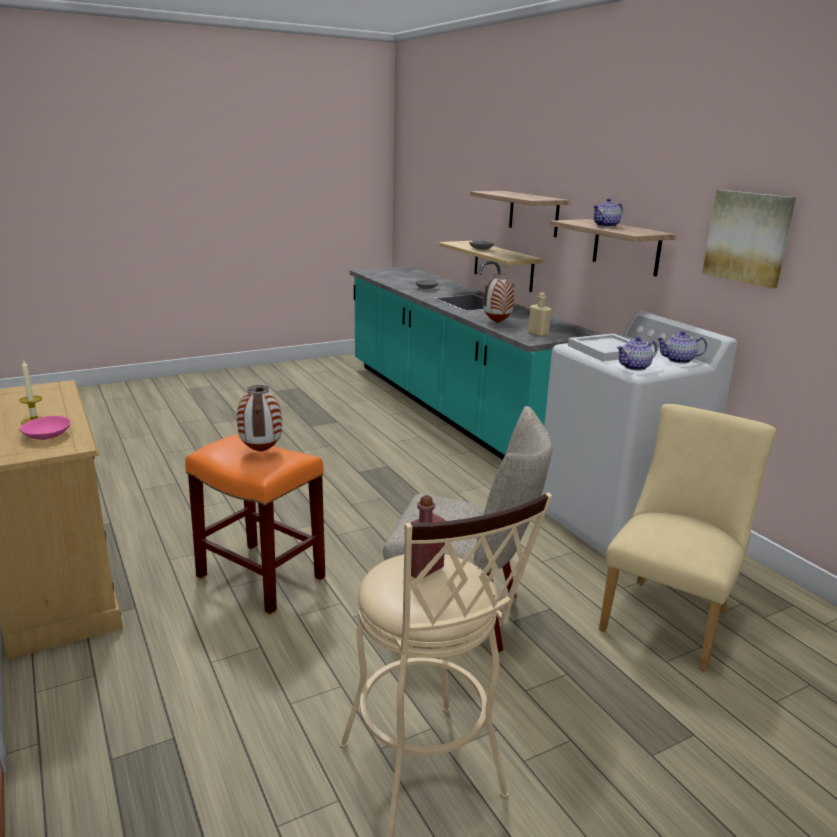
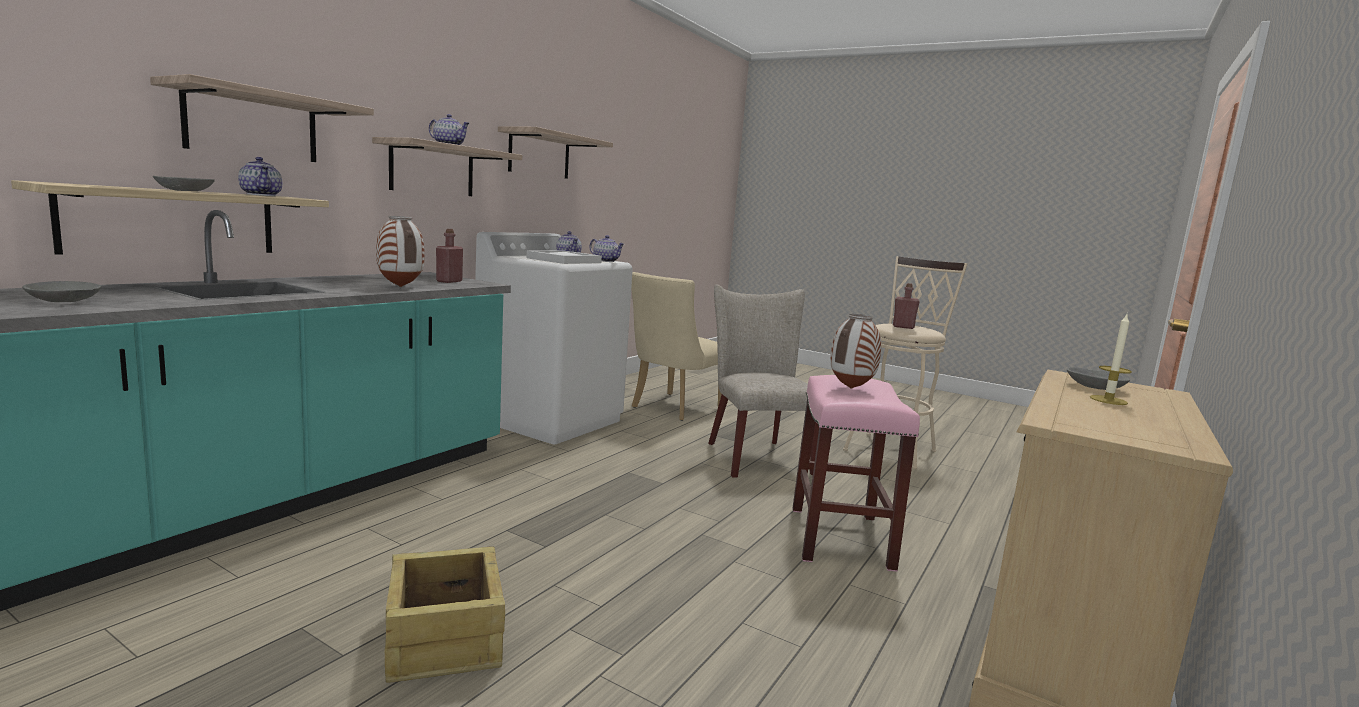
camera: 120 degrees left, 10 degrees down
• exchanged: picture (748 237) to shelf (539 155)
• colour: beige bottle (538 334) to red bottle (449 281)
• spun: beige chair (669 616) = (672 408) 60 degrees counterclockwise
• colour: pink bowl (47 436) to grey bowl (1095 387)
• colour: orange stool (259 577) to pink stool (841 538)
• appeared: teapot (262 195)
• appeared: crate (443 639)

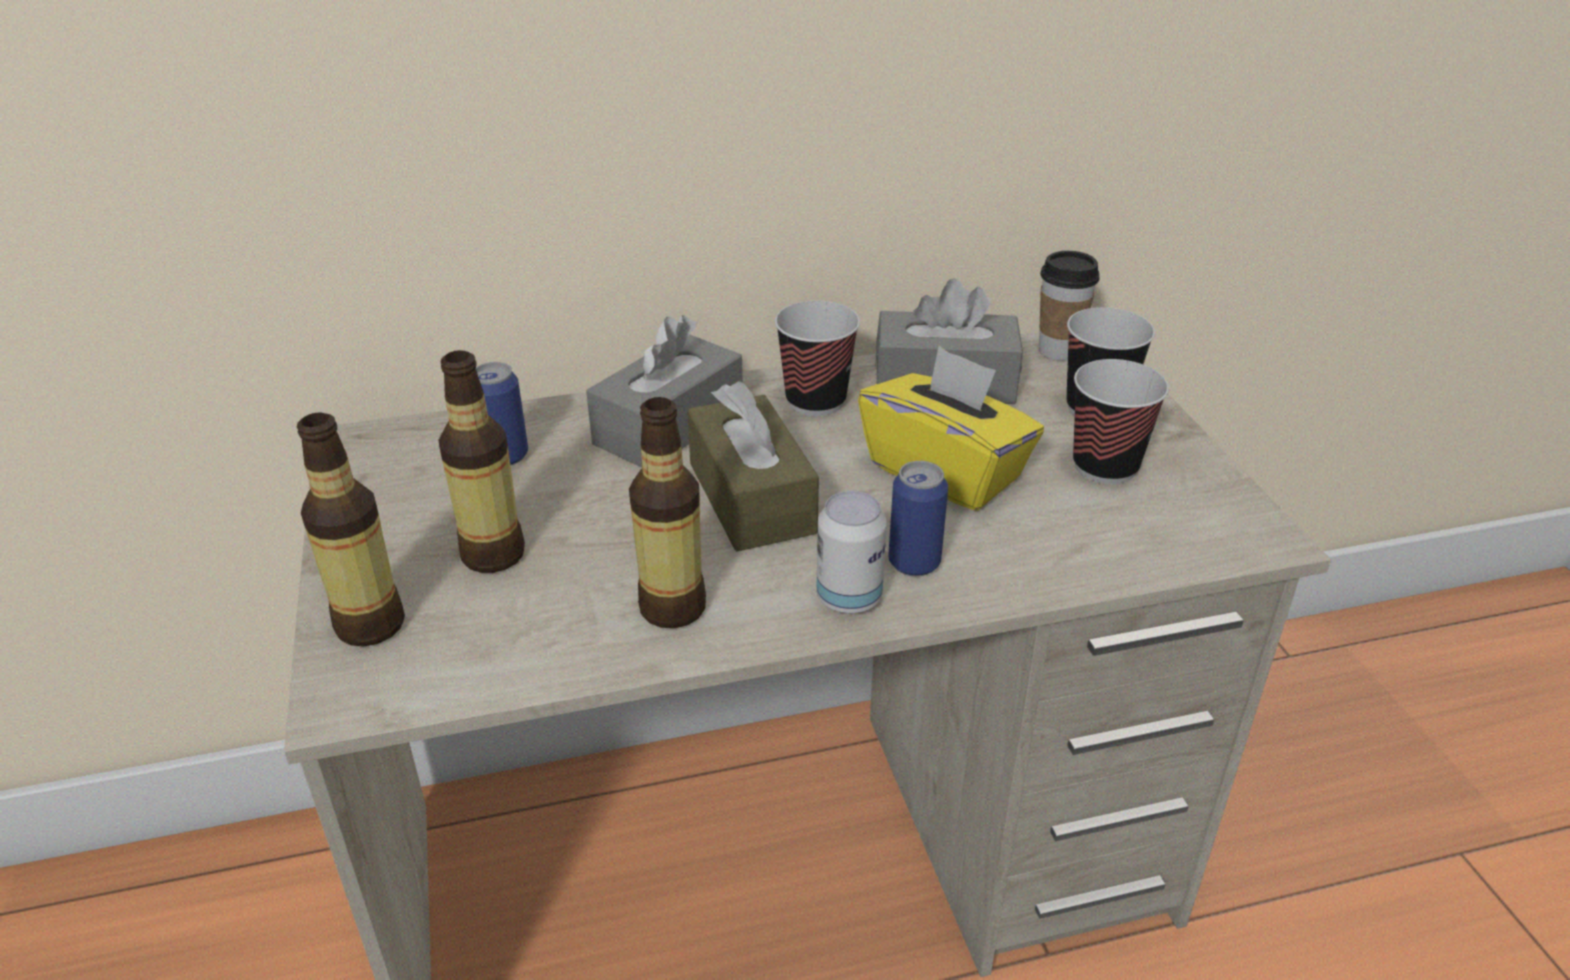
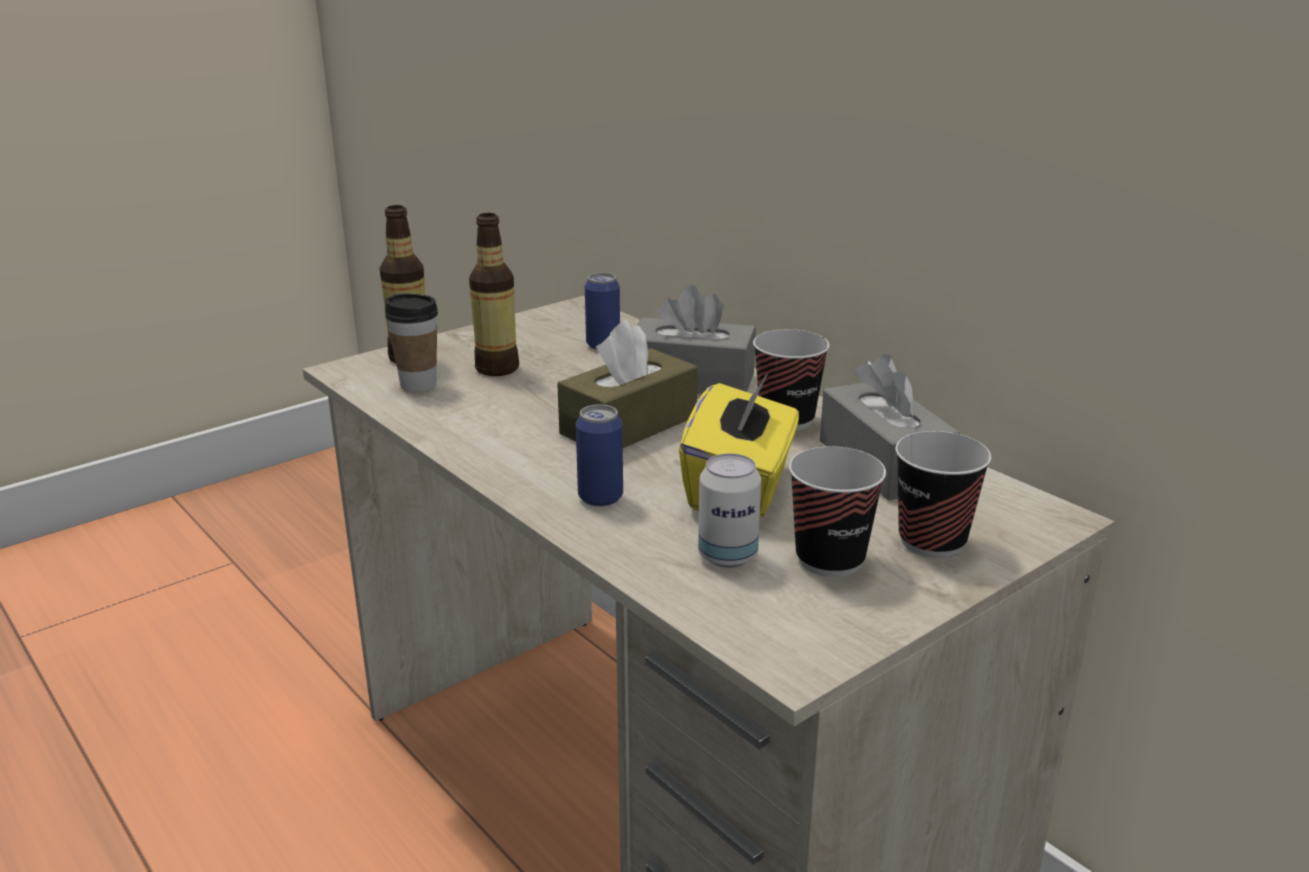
camera: 65 degrees right, 10 degrees down
• relocated: cup (1058 351) to (418 385)
• missing: bottle (672 608)
• relocated: can (849 598) to (727 556)

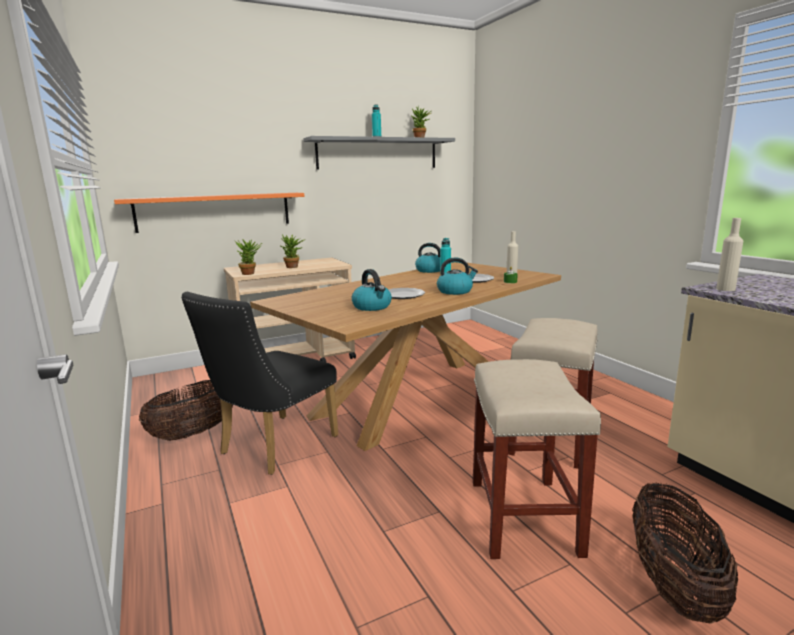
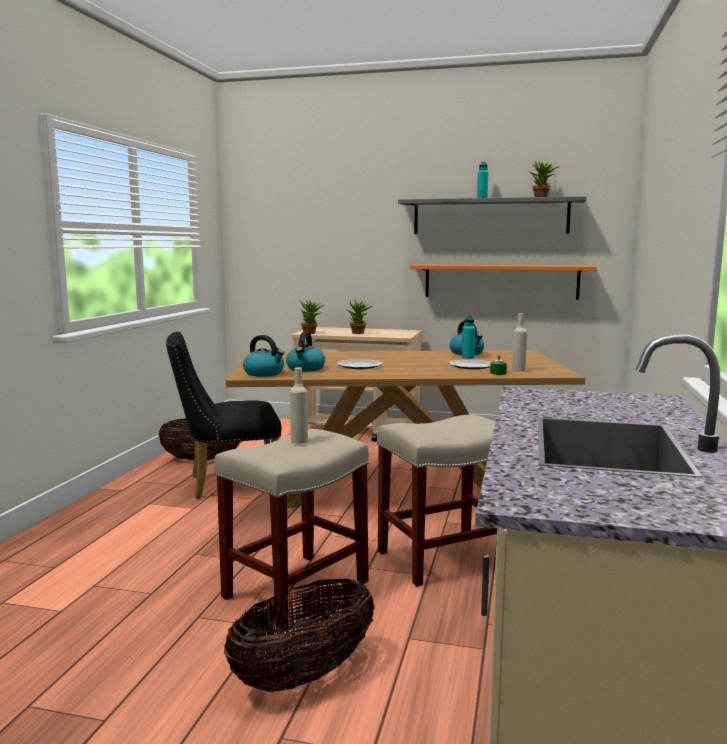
camera: 40 degrees right, 5 degrees down
• relocated: orange shelf (214 211) to (500 281)
• relocated: beige bottle (725 289) to (299 441)
• relocated: kettle (455 291) to (264 373)

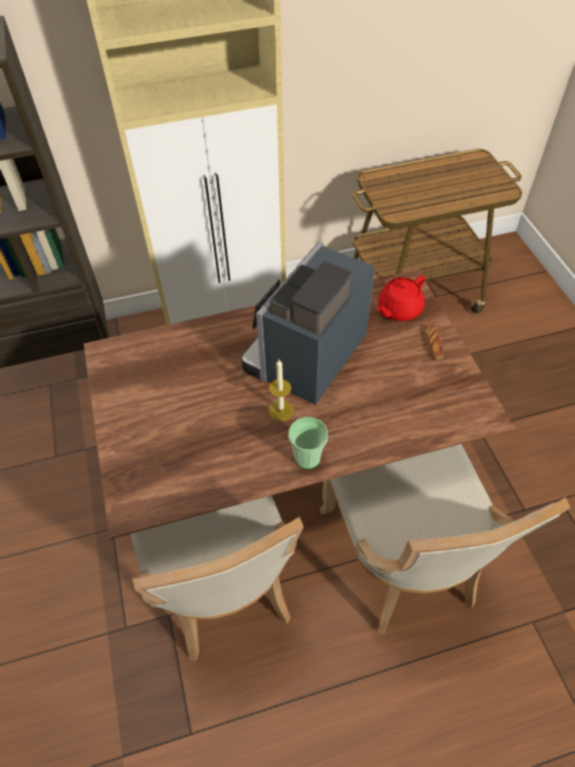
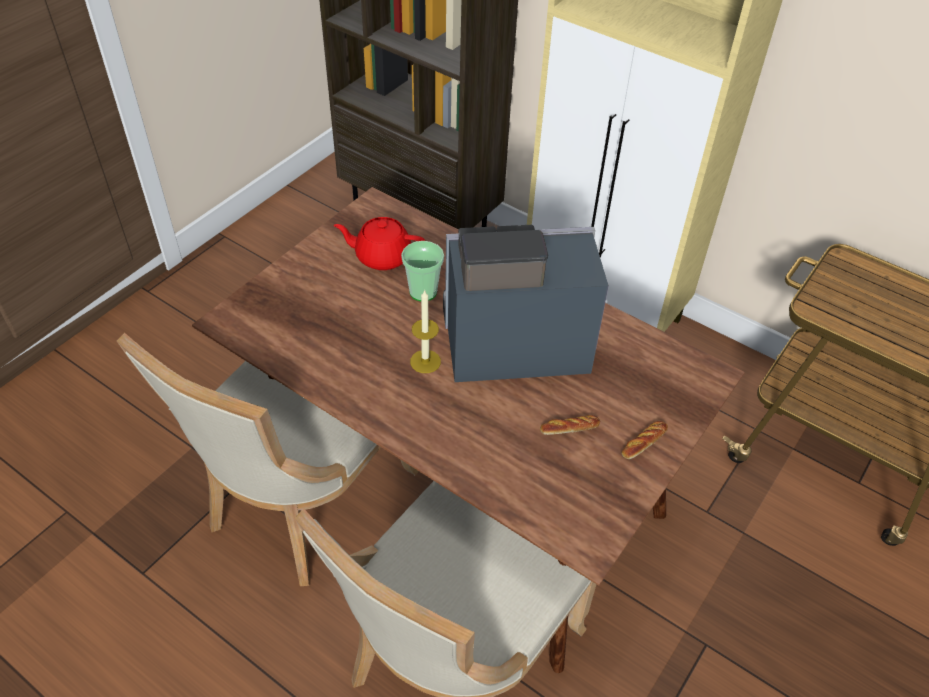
camera: 50 degrees right, 5 degrees down
• relocated: red teapot (398 309) to (382 256)
• relocated: cup (307 458) to (423 292)
• appeared: bread (569 428)

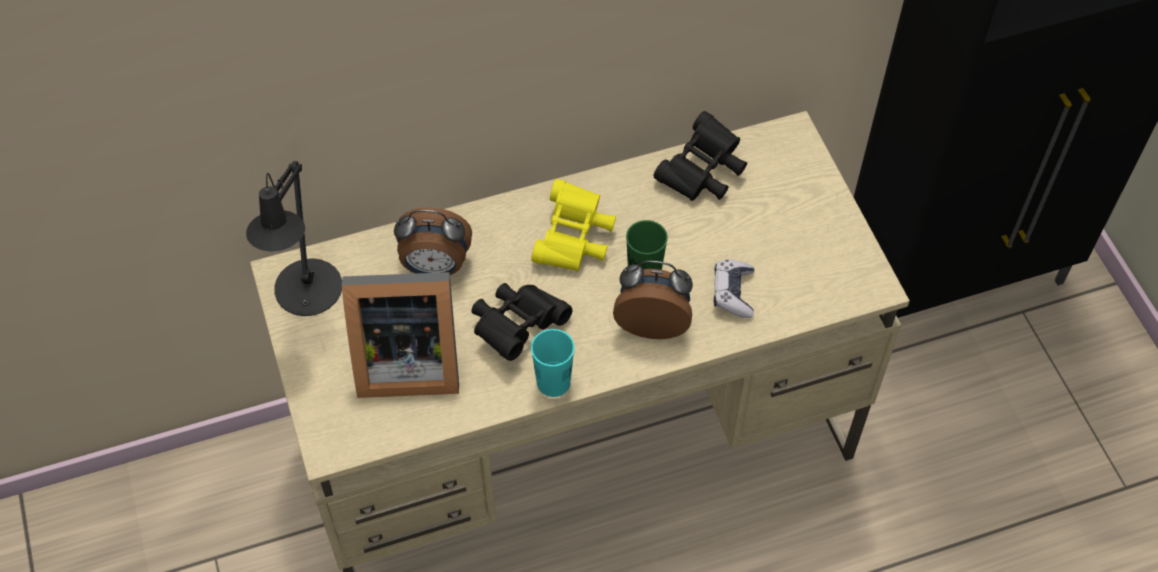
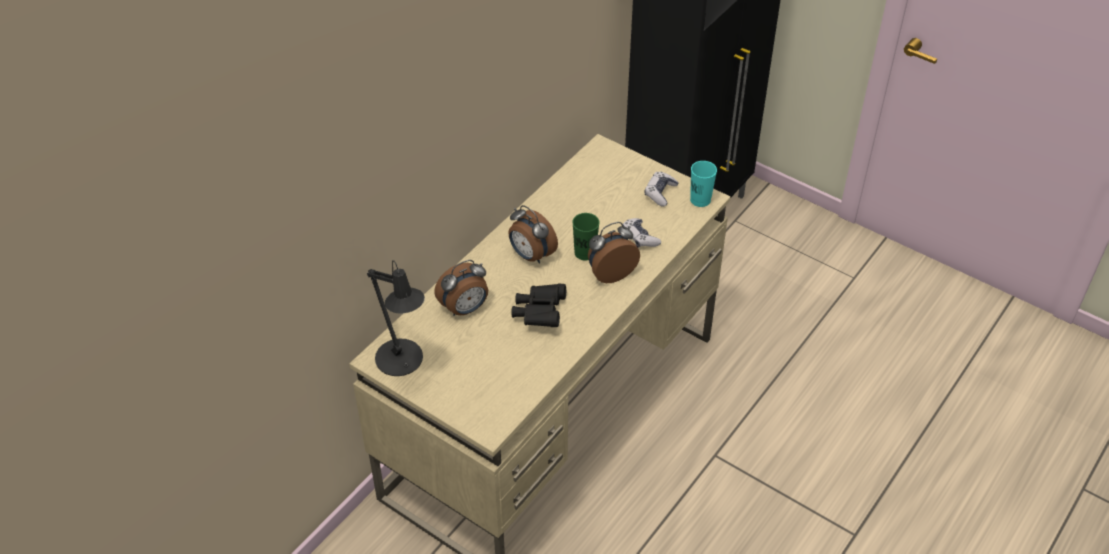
camera: 35 degrees left, 10 degrees down
• missing: black binoculars (702 172)
• exchanged: yellow binoculars (574 239) to alarm clock (531 255)
• missing: picture frame (405 361)
• relocated: turquoise cup (553 382) to (700 200)
• appeared: game controller (660 193)

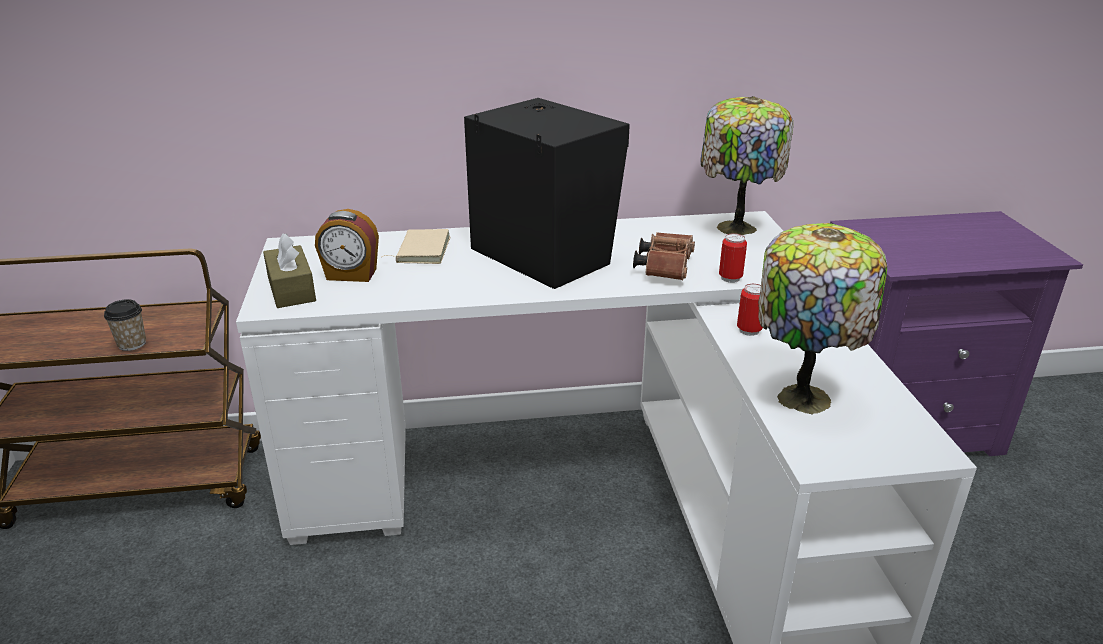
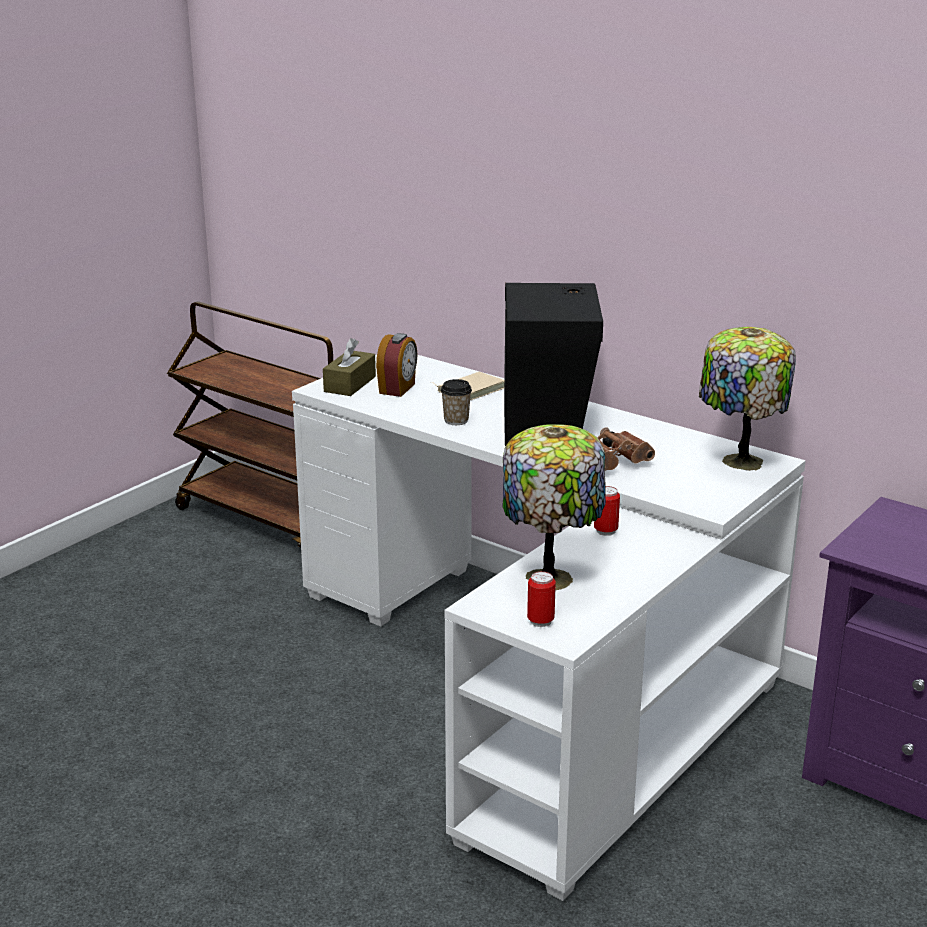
camera: 45 degrees right, 5 degrees down
• spun: alarm clock (351 275) = (398 389) 120 degrees counterclockwise
• relocated: can (730 278) to (540 621)
• relocated: cup (132 344) to (456 420)

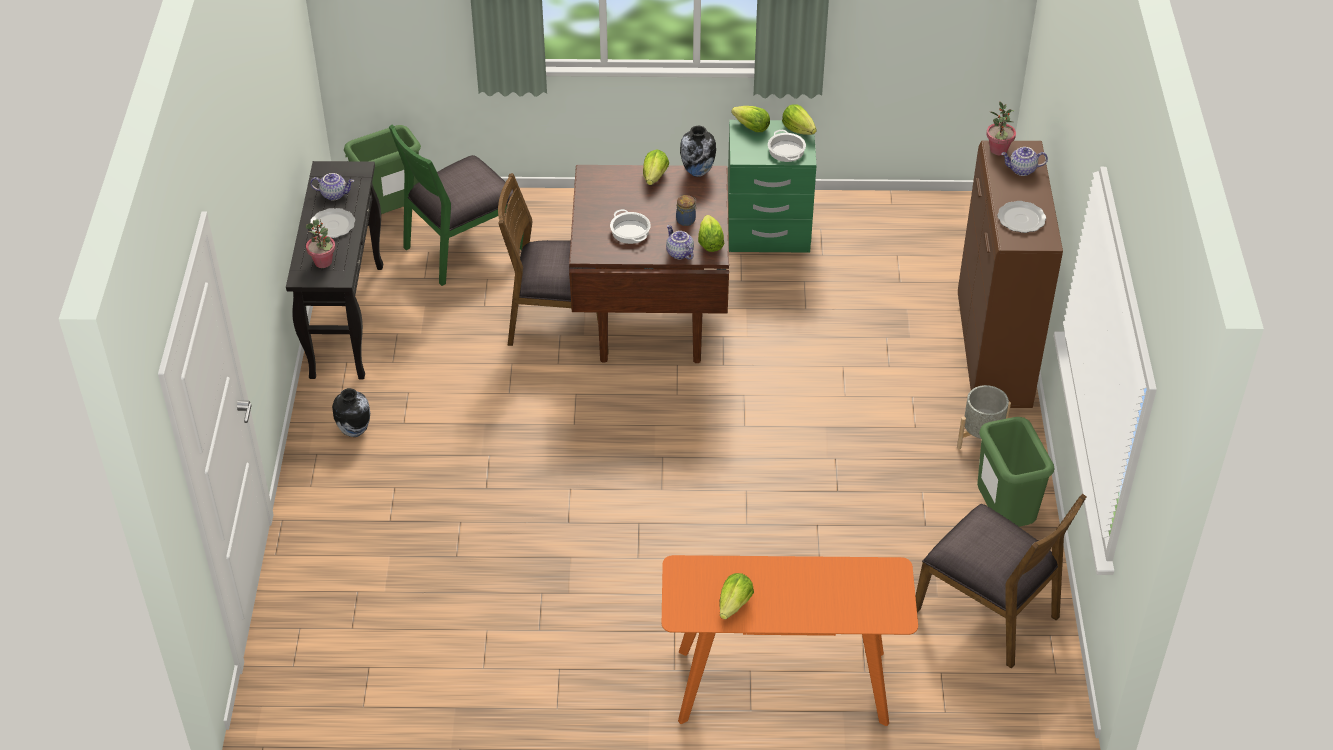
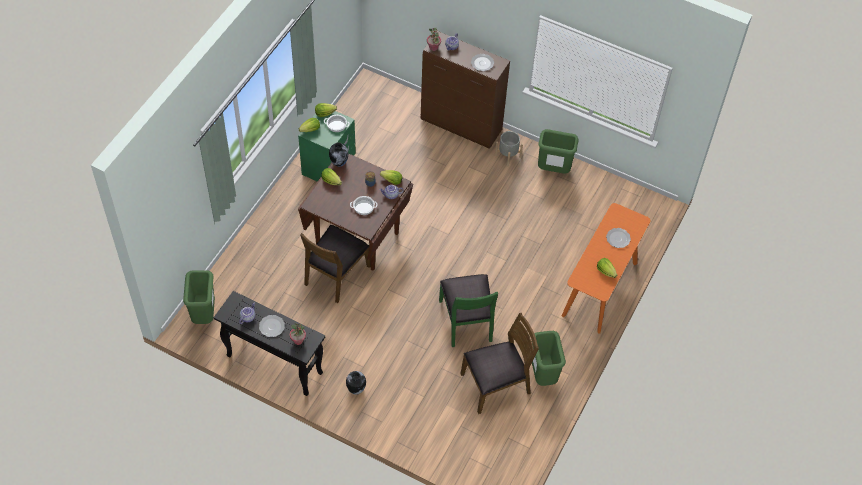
camera: 65 degrees left, 10 degrees up
• relocated: green chair (462 247) to (466 321)
• relocated: brown chair (988 612) to (496 384)
• appeared: plate (618 238)
• appeared: green trash can (542 375)

